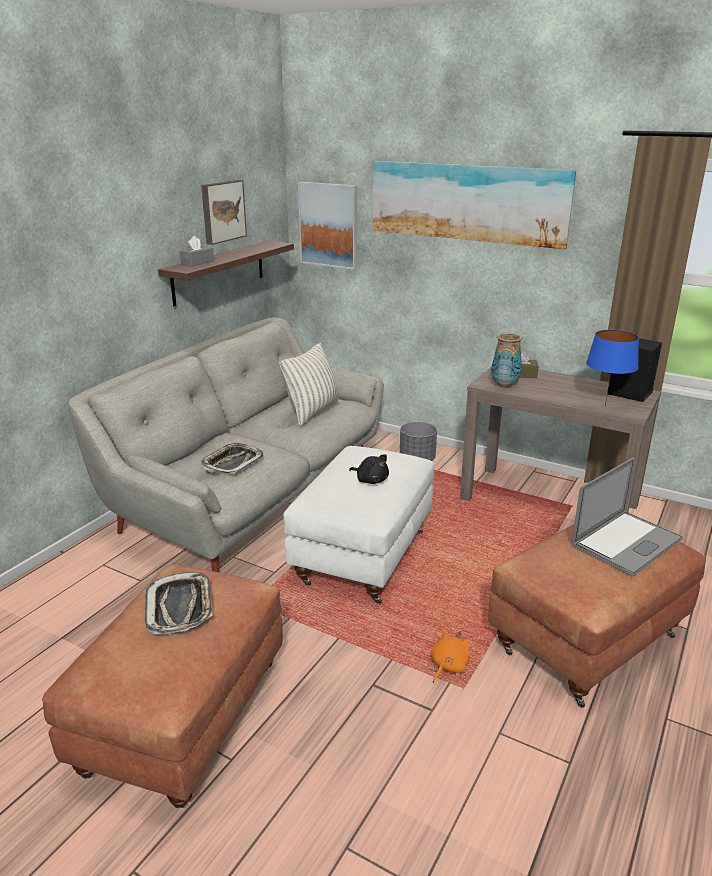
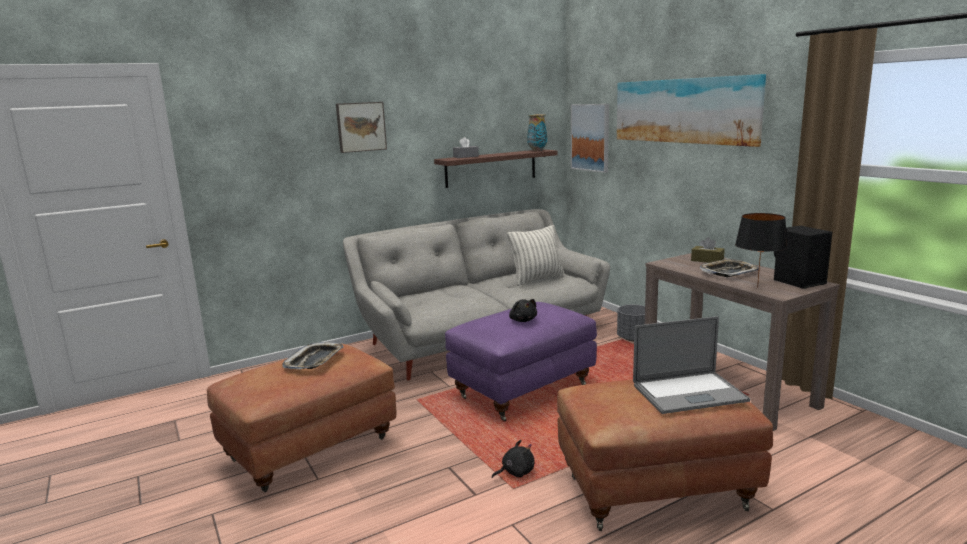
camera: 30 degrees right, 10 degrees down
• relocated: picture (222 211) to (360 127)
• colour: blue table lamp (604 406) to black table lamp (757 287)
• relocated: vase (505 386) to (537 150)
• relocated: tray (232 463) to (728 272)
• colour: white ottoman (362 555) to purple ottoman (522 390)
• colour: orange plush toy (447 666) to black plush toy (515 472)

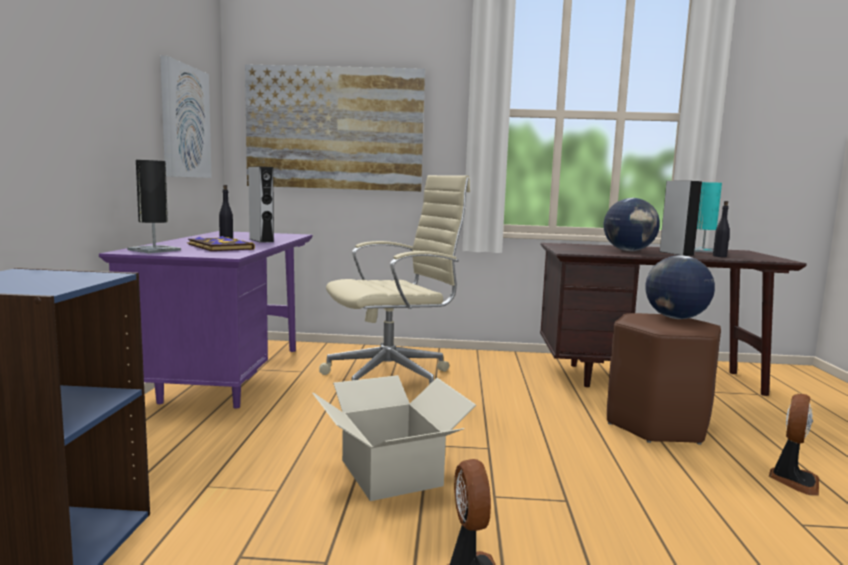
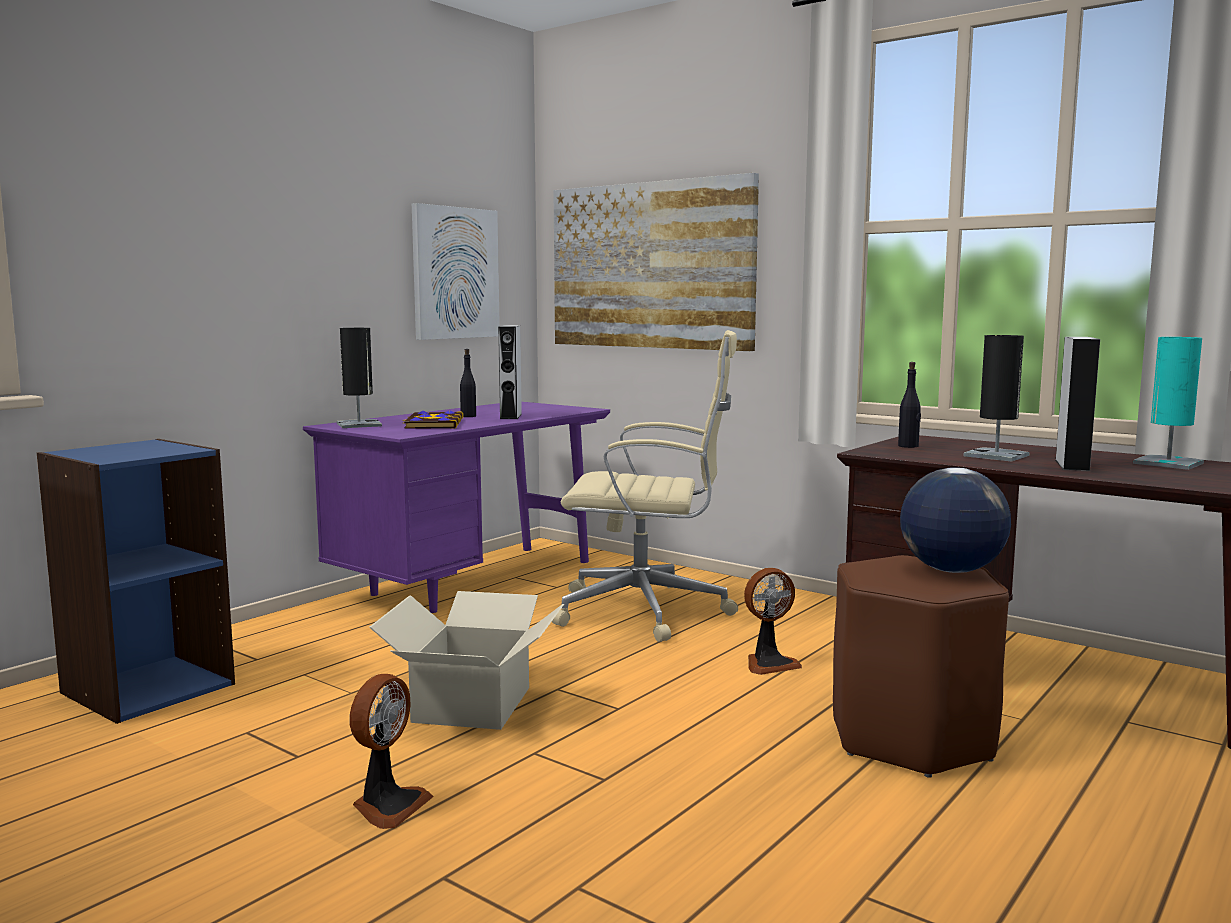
camera: 35 degrees right, 0 degrees up
• exchanged: globe (629 251) to black table lamp (996 456)
• relocated: black bottle (720 256) to (908 446)
• relocated: fan (793 480) to (769 664)

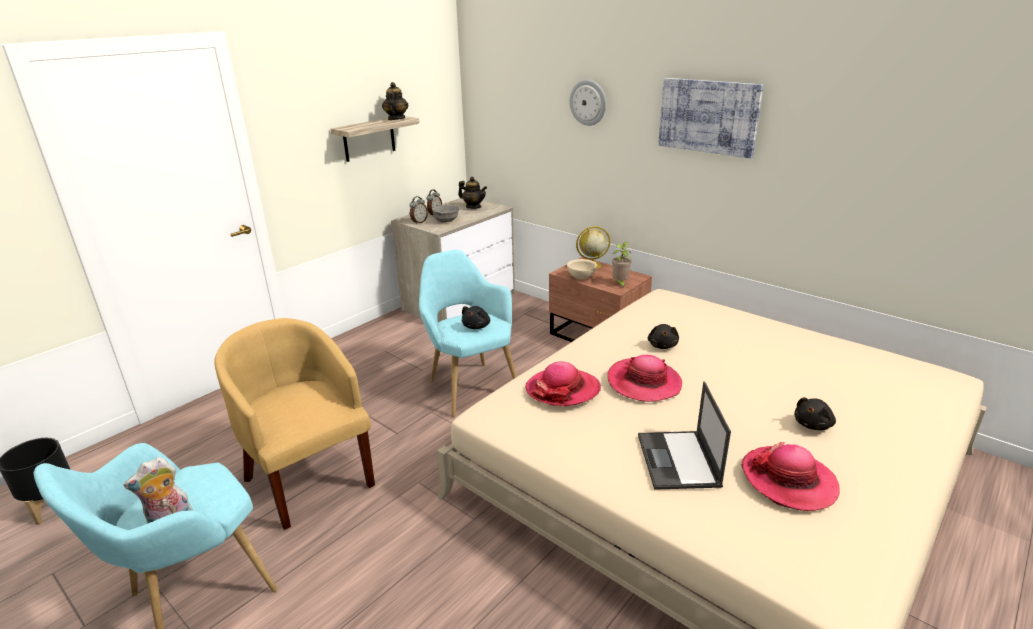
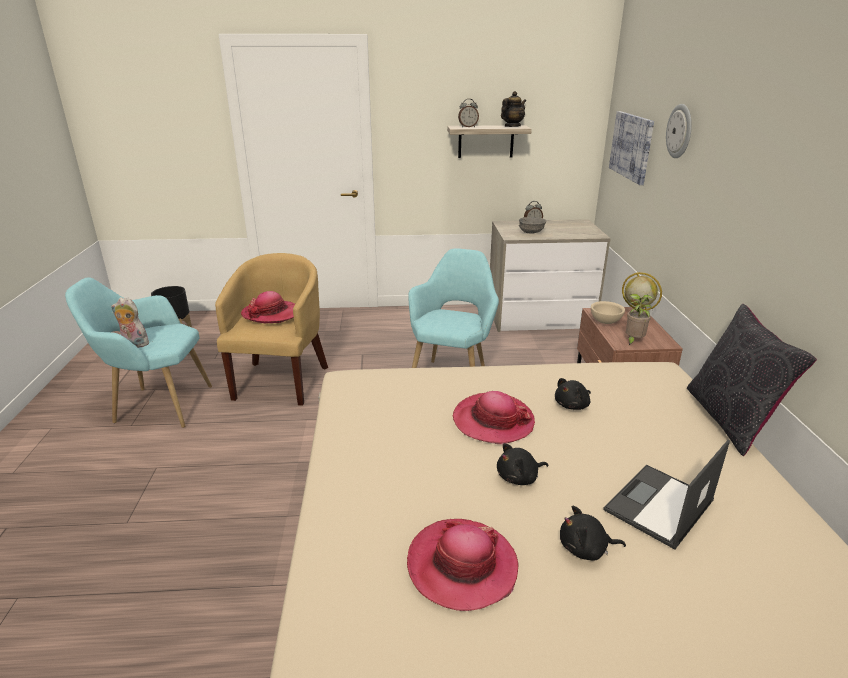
camera: 45 degrees right, 0 degrees up
• relocated: picture (708 116) to (631 146)
• missing: teapot (473 207)
• relocated: alarm clock (419 222) to (468 127)
• relocated: black plush toy (477 326) to (519 477)
• relocated: hat (563 390) to (271 314)
• relocated: laptop (678 461) to (658 506)
• appeared: black pillow (730 419)

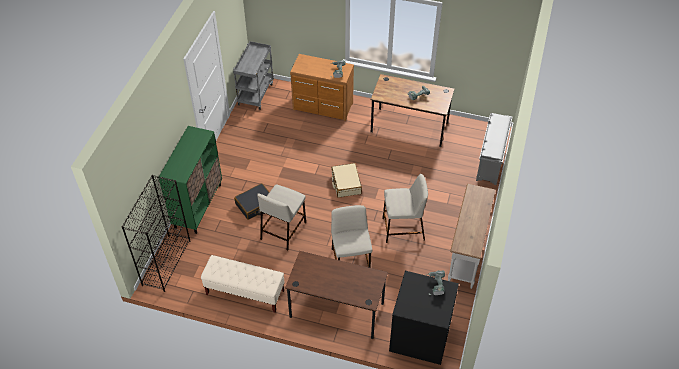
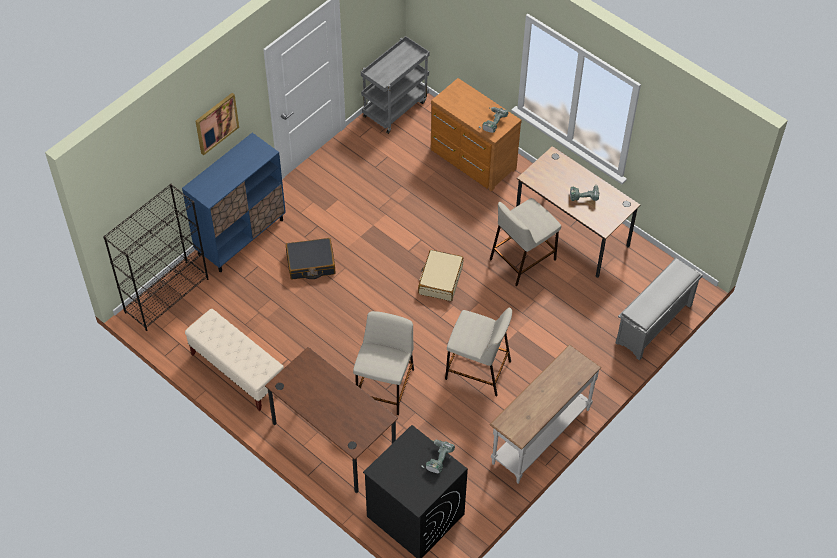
camera: 25 degrees right, 5 degrees up
• colour: green cabinet (198 206) to blue cabinet (241 237)
• relocated: beige stool (283 230) to (523 259)
• appeared: picture (216 123)

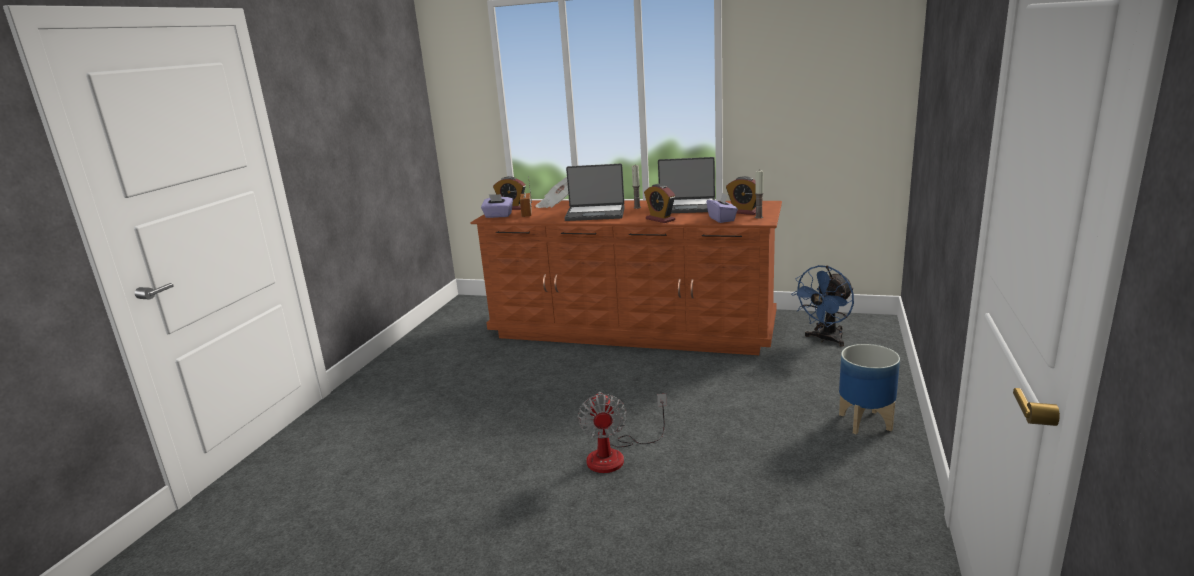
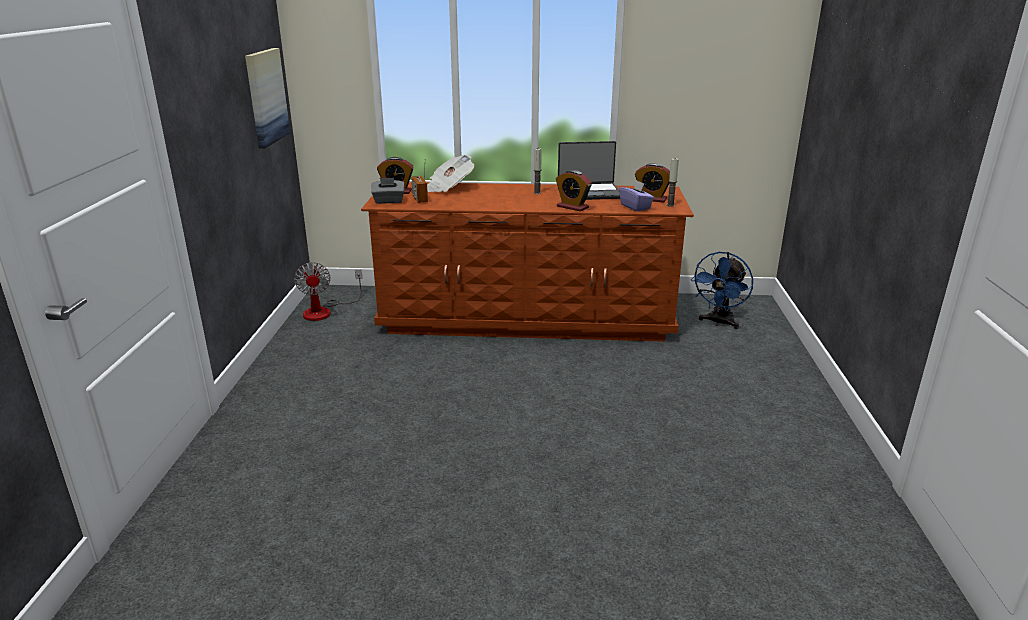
camera: 15 degrees left, 5 degrees up
• missing: laptop (595 214)
• colour: purple tissue box (498 216) to grey tissue box (388 201)
• missing: planter (866 422)
• relocated: fan (616 455) to (325 311)
• appeared: picture (266 97)

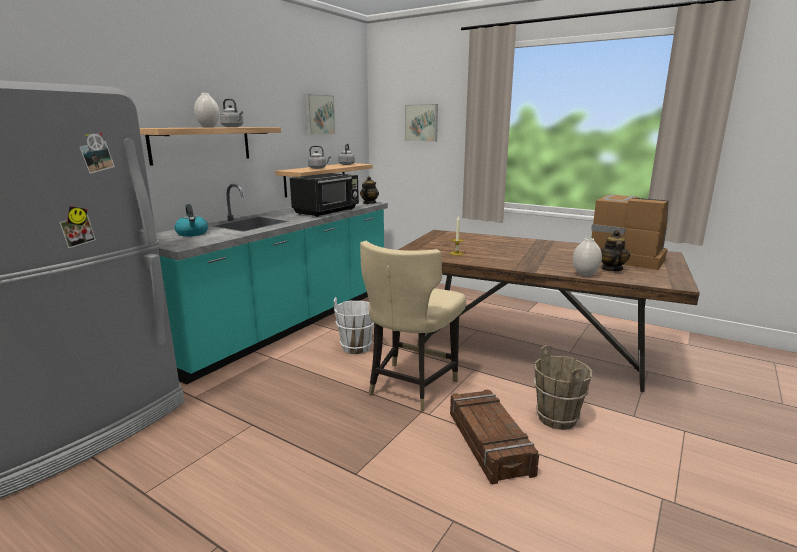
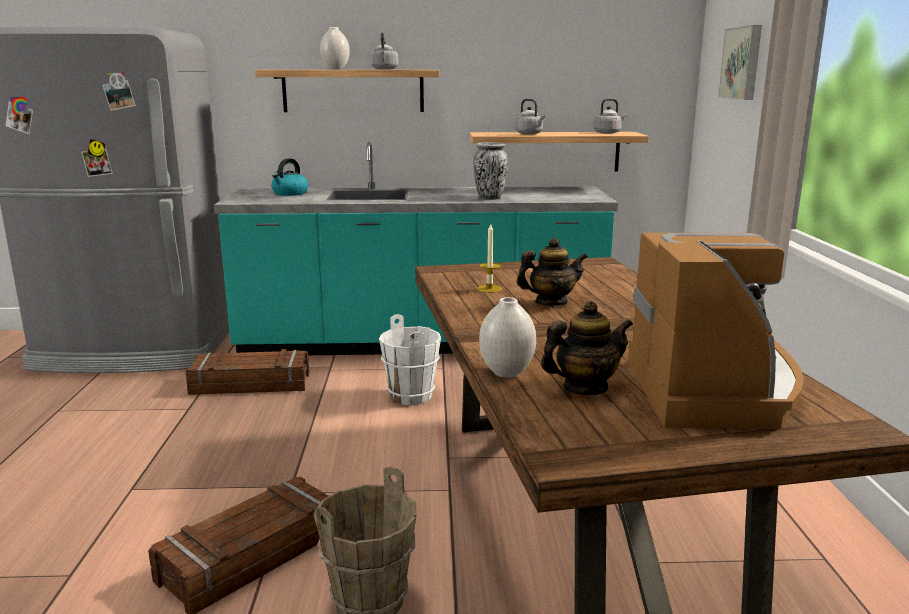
camera: 55 degrees right, 0 degrees up
• missing: picture (318 114)
• exchanged: black microwave (327 211) to vase (490 198)
• relocated: teapot (369 203) to (551 302)
• missing: beige chair (410 386)
• appeared: crate (251 384)

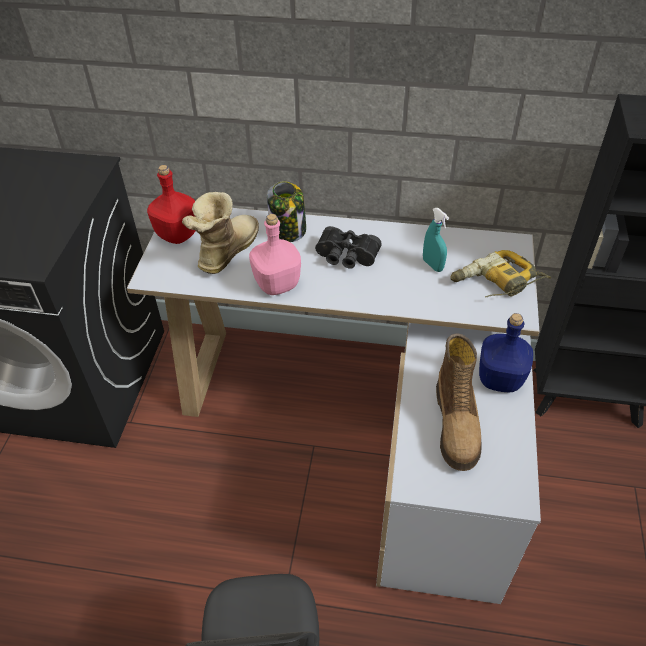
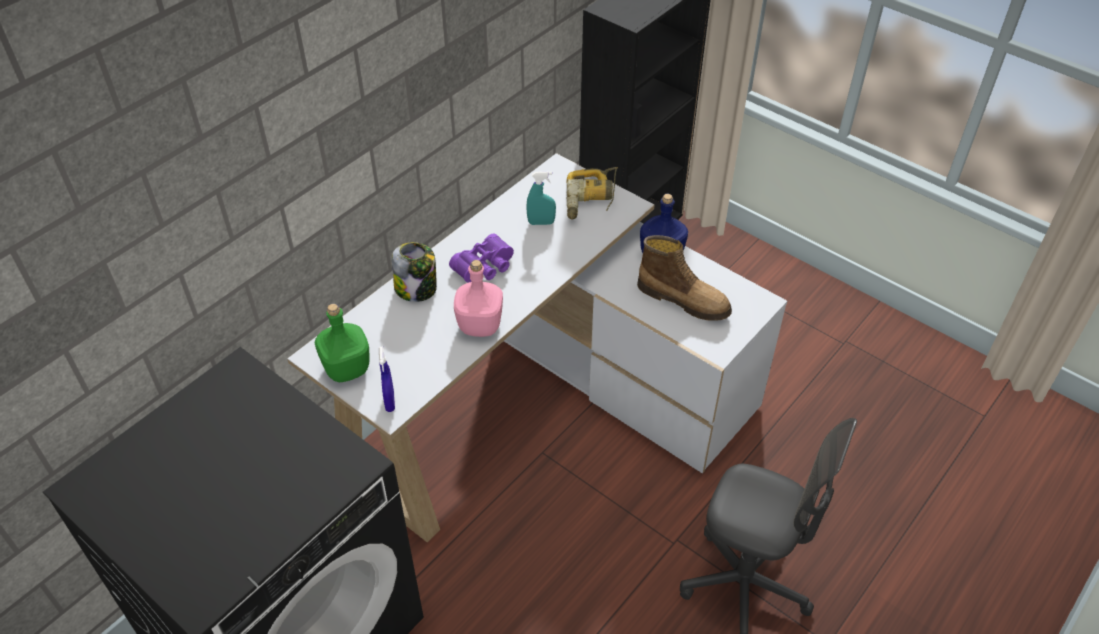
camera: 60 degrees left, 0 degrees up
• colour: red bottle (178 234) to green bottle (346 368)
• missing: boot (225 251)
• colour: black binoculars (346 257) to purple binoculars (486 268)
• appeared: blue spray bottle (390 401)

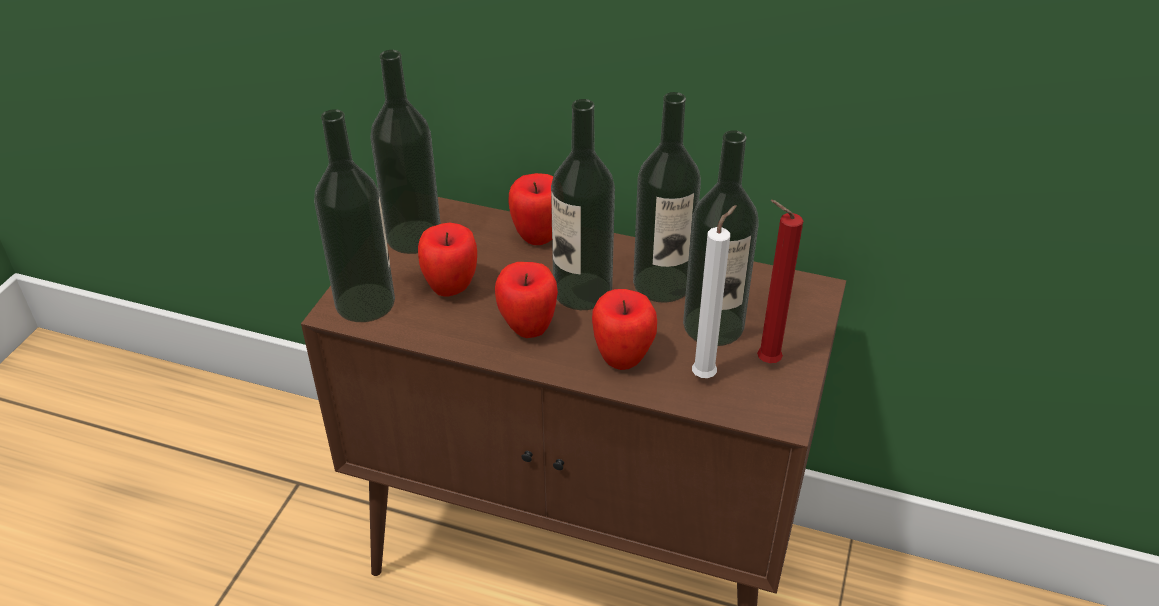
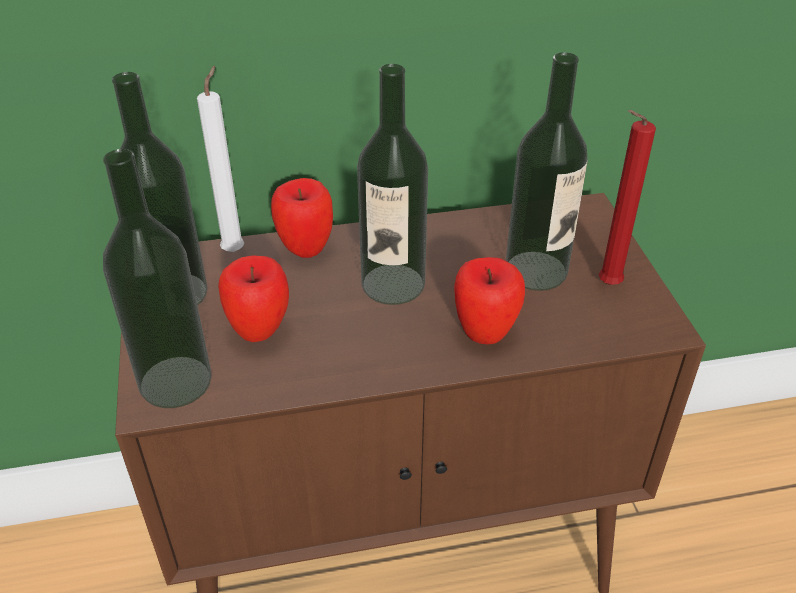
camera: 30 degrees left, 0 degrees up
• missing: bottle (662 283)
• relocated: white candle (706 375) to (235 249)
• missing: apple (528 329)

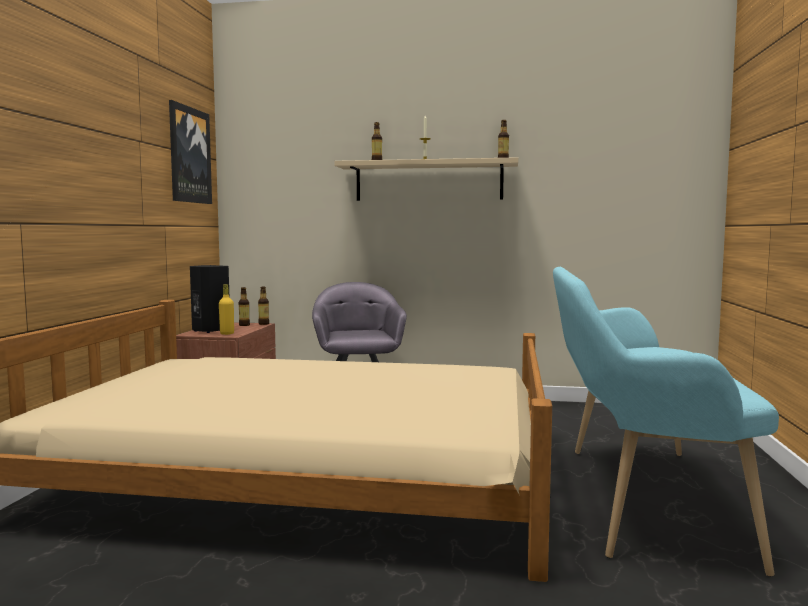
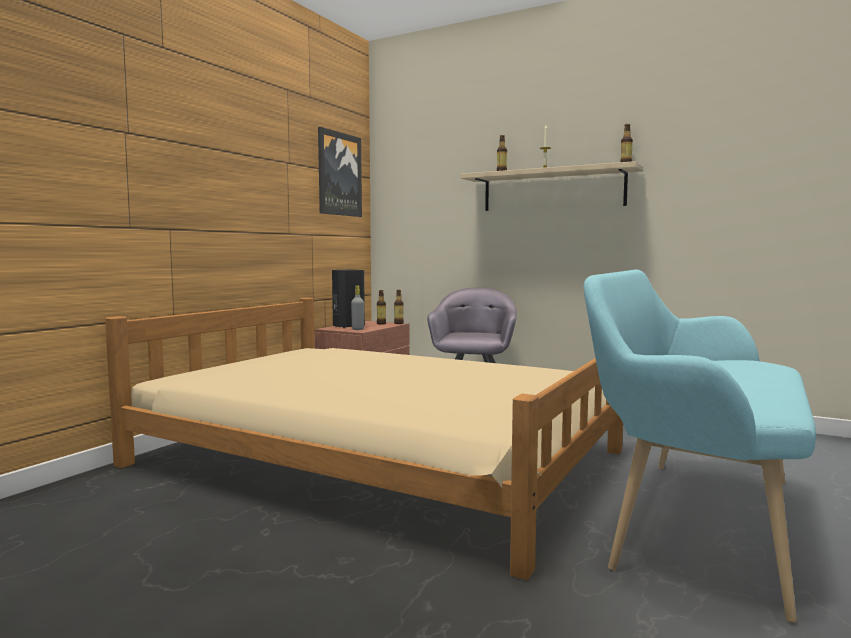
camera: 20 degrees right, 0 degrees up
• colour: yellow bottle (227 333) to grey bottle (358 329)

